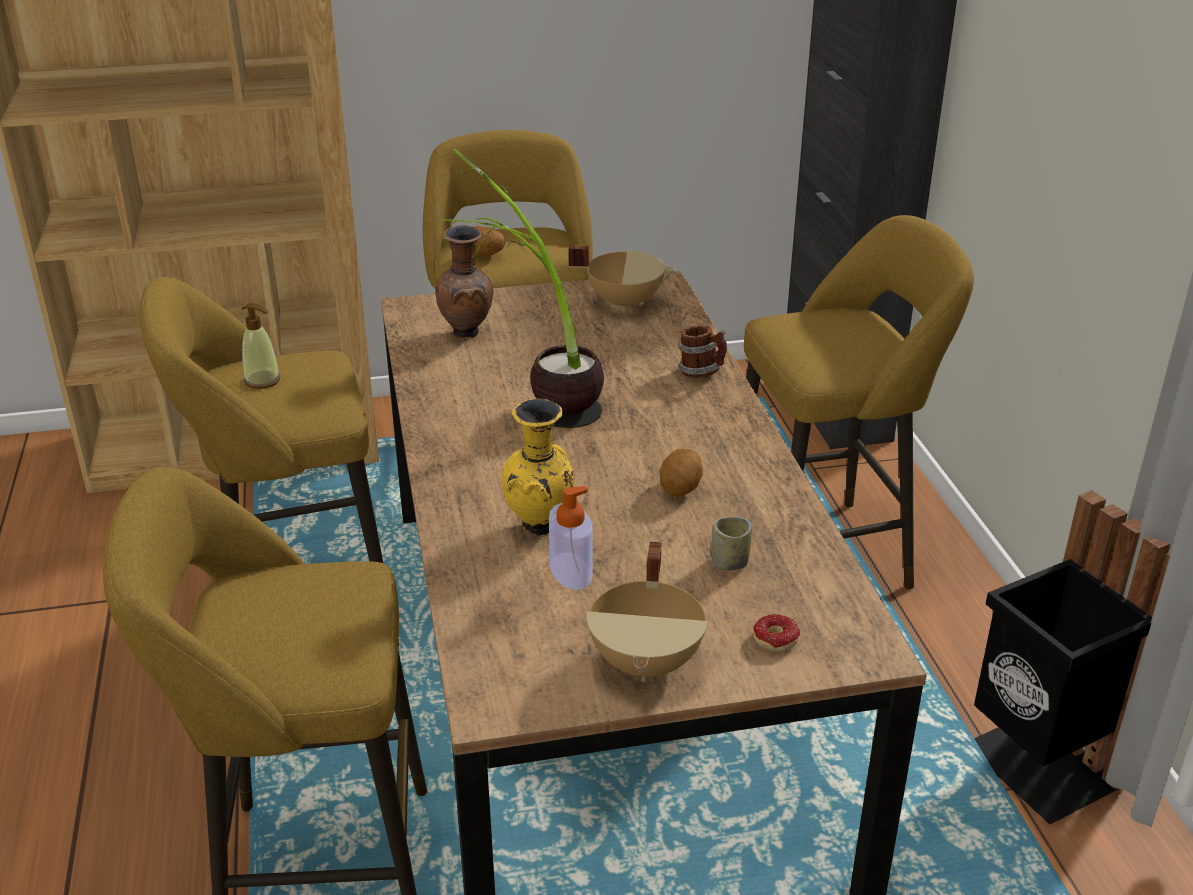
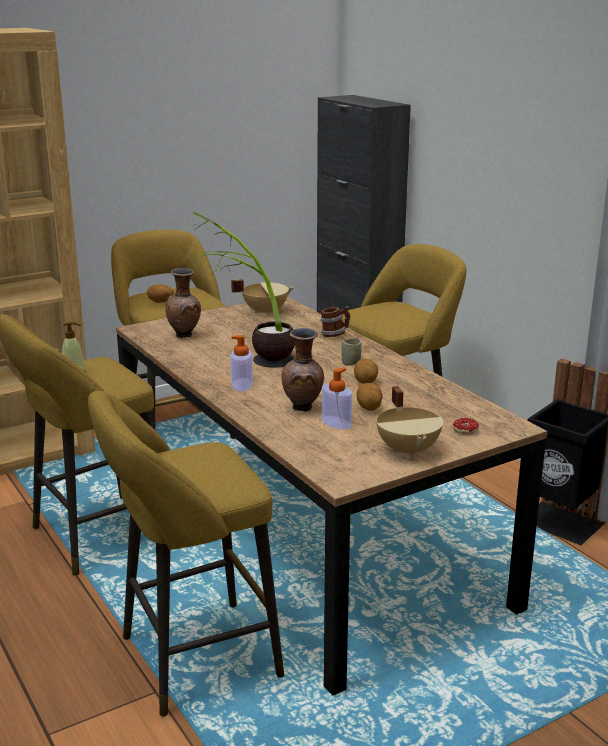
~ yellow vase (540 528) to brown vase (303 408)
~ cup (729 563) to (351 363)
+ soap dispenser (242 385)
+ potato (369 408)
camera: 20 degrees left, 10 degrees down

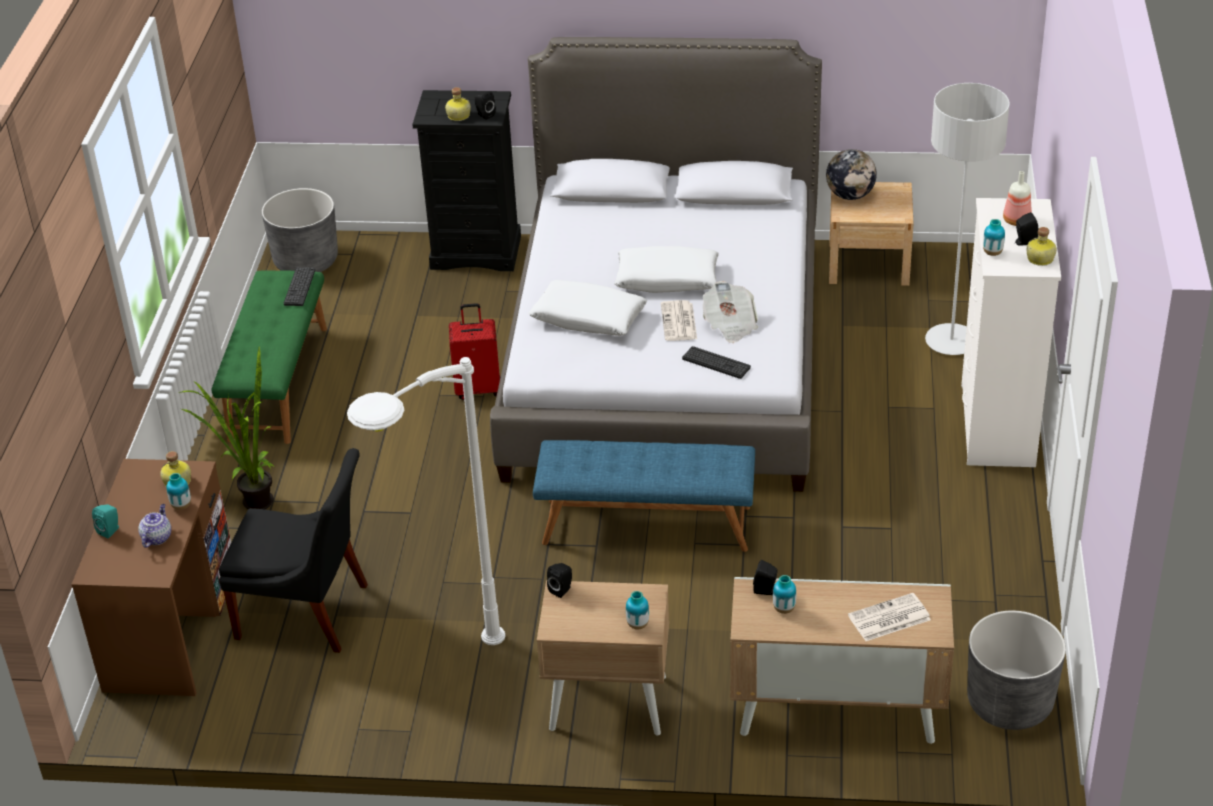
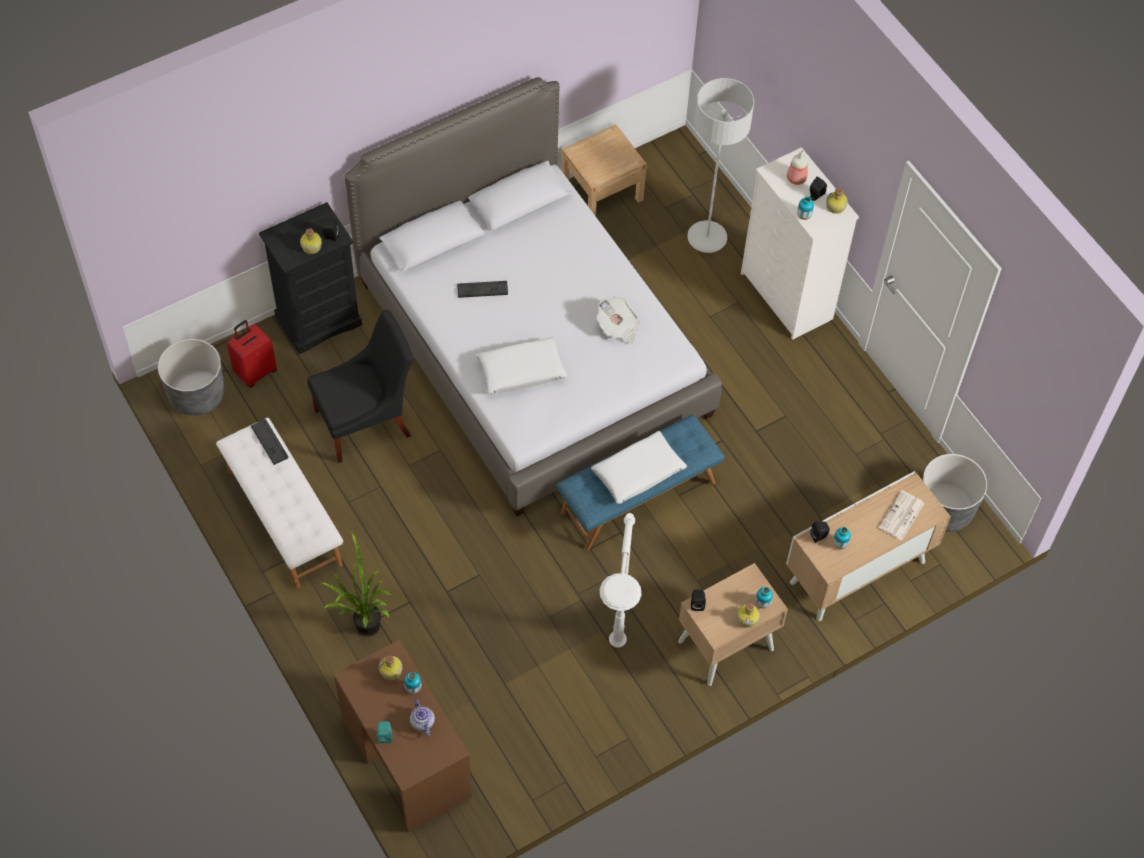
~ green bench (277 382) to white bench (283 517)
~ black chair (308 613) to (367 421)
~ red suitcase (478 389) to (255 372)
~ white pillow (667 279) to (638 472)
- newspaper (679 322)
~ keyboard (716 363) to (482 289)
- globe (850 195)
+ bottle (747 618)
camera: 40 degrees left, 20 degrees up

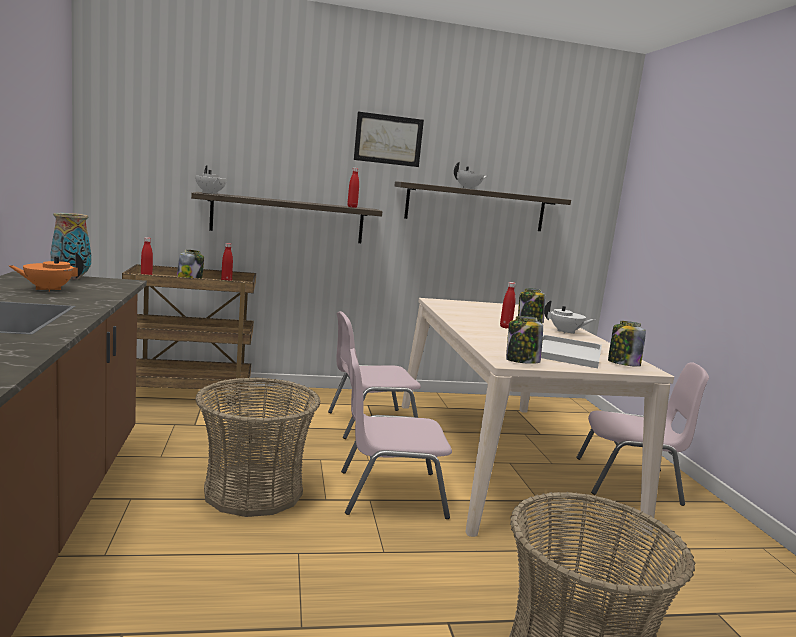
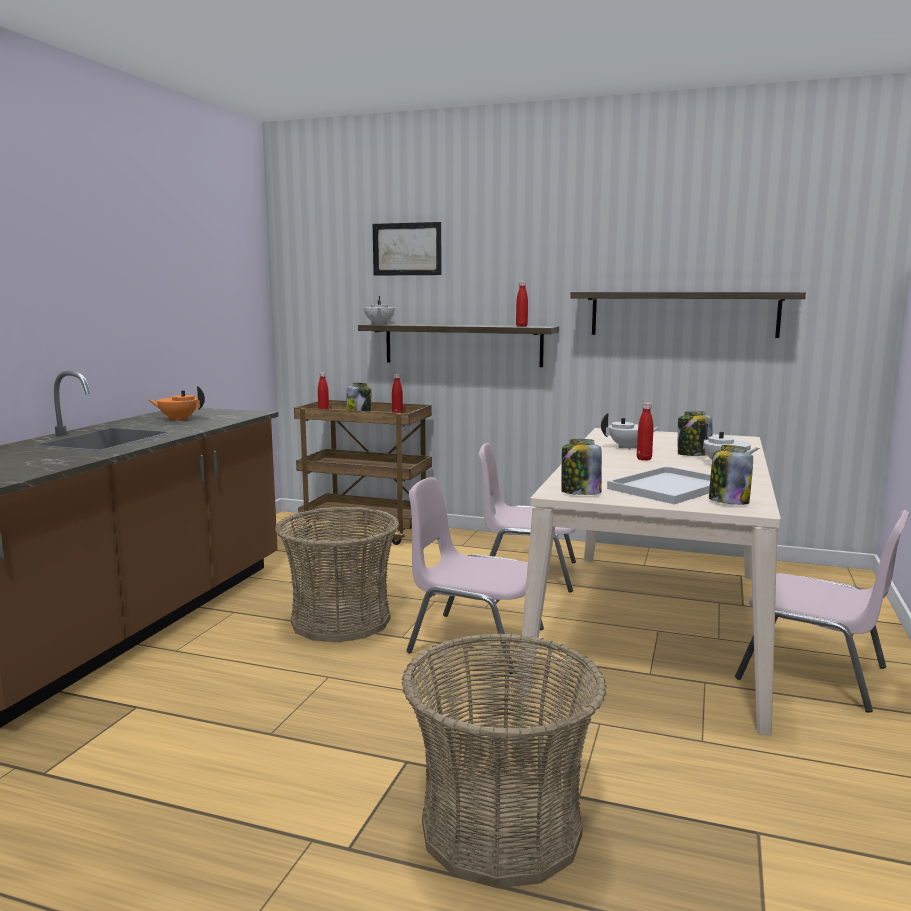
- vase (71 278)
~ picture (388 139) to (407 249)
~ white teapot (468 188) to (628 447)
camera: 30 degrees right, 0 degrees up

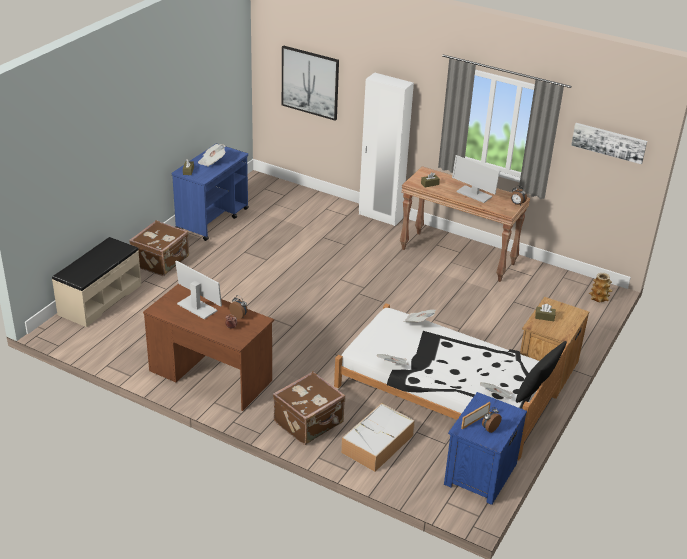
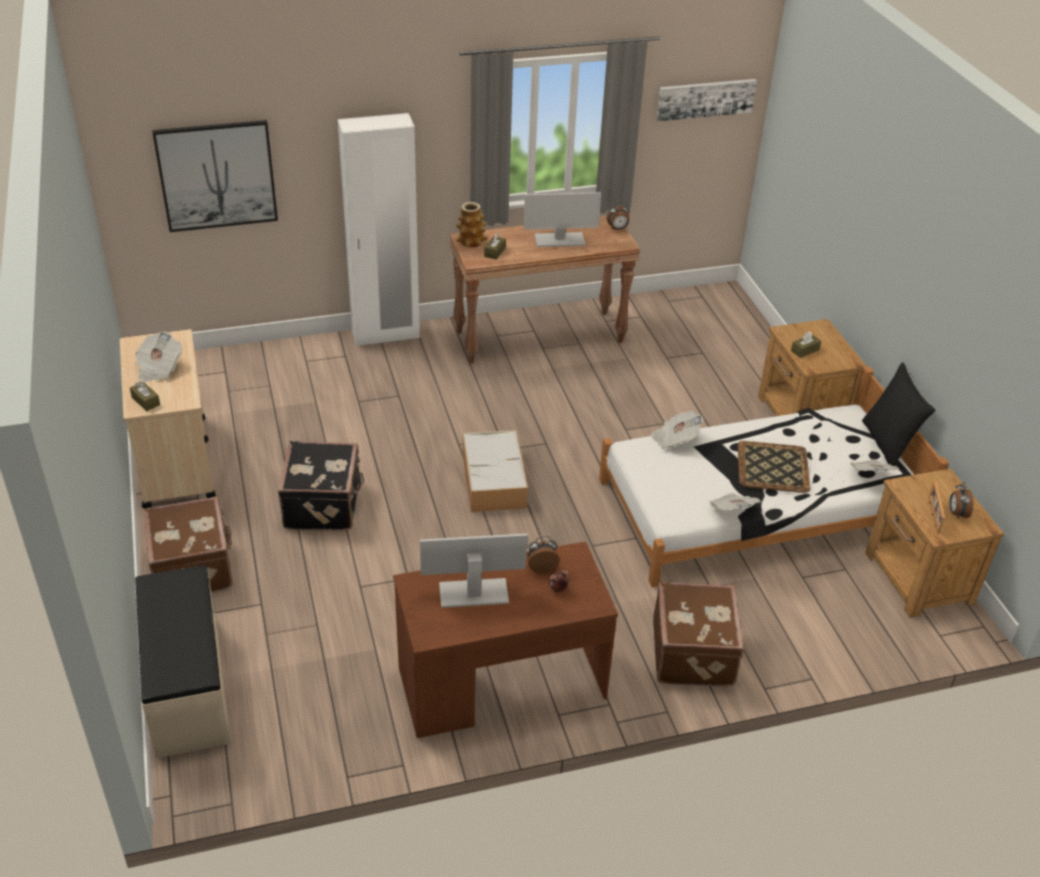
~ blue cart (212 219) to beige cart (175 461)
~ storage box (377 444) to (494 481)
~ blue nightstand (479 474) to brown nightstand (918 579)
~ vase (599 298) to (471 241)
+ black suitcase (324 505)
+ tray (773 468)
camera: 45 degrees left, 5 degrees up

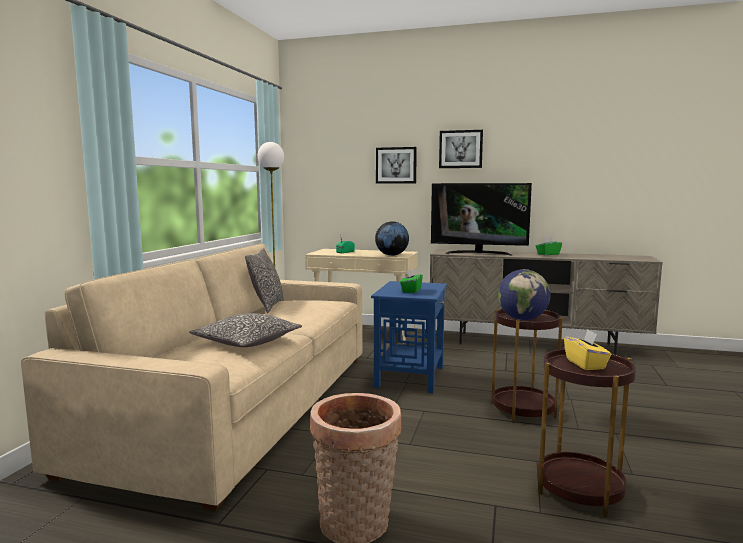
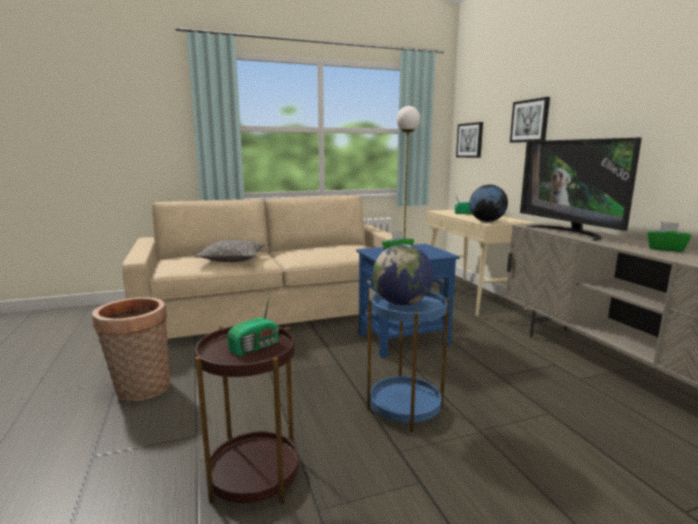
- pillow (267 306)
~ picture (460 149) to (470 140)
~ brown side table (523 410) to blue side table (405 408)
~ yellow tissue box (585 364) to radio (256 347)
camera: 55 degrees right, 5 degrees up

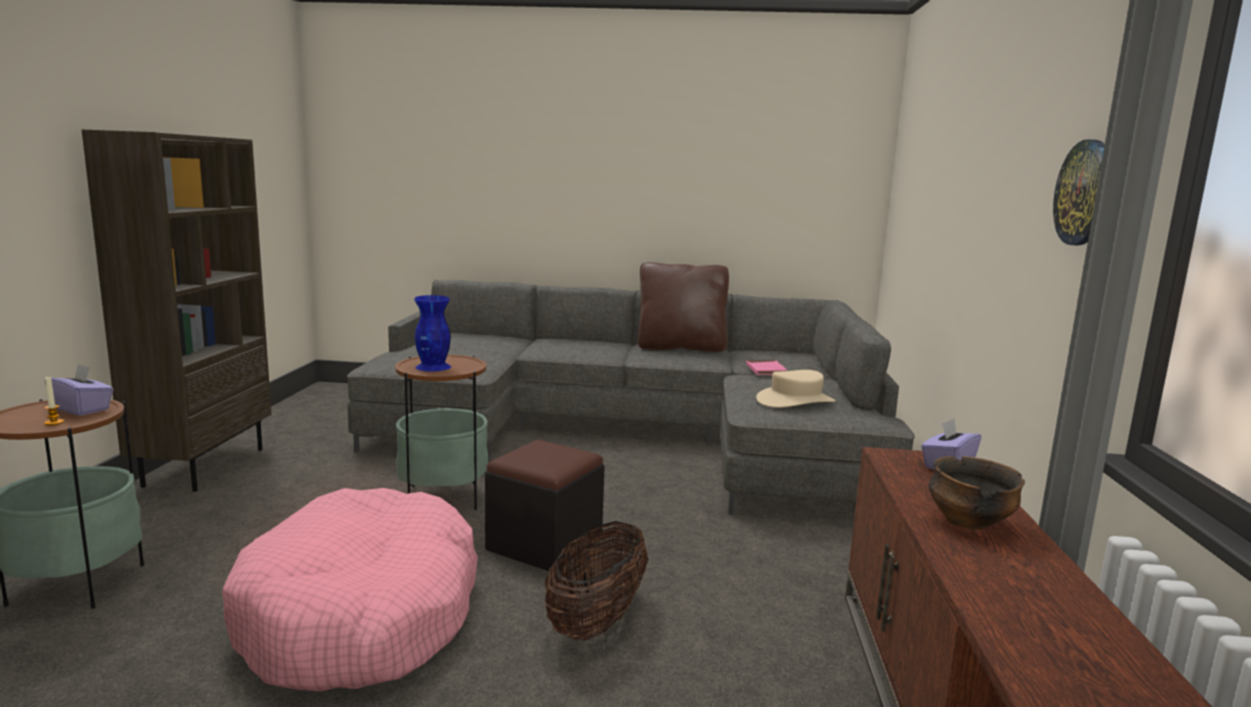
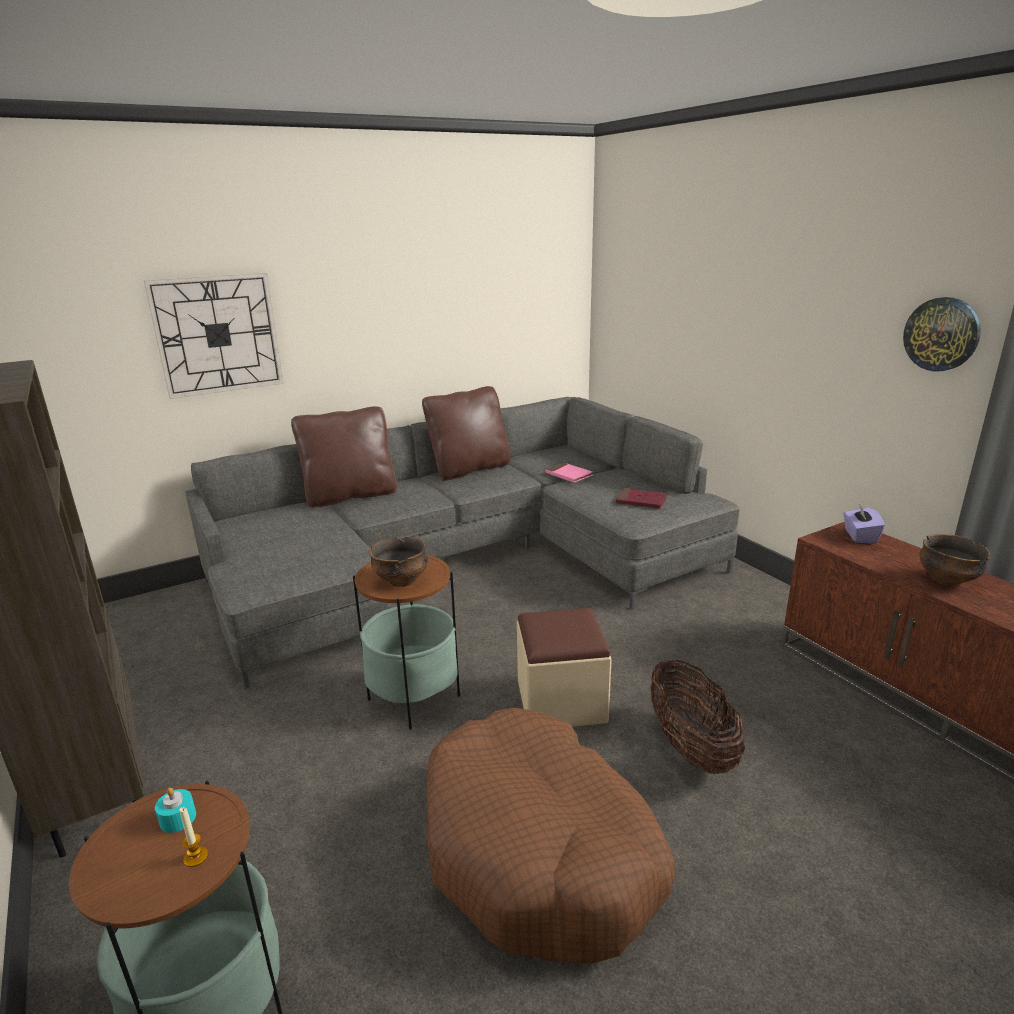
~ purple tissue box (82 409) to turquoise candle (178 818)
~ pink dog bed (361 615) to brown dog bed (540 850)
~ blue vase (433 367) to bowl (401 580)
~ black ottoman (544 544) to beige ottoman (561 701)
~ beige hat (795 401) to red book (641 501)
+ wall clock (217 335)
+ brown pillow (350 496)
camera: 35 degrees left, 10 degrees up

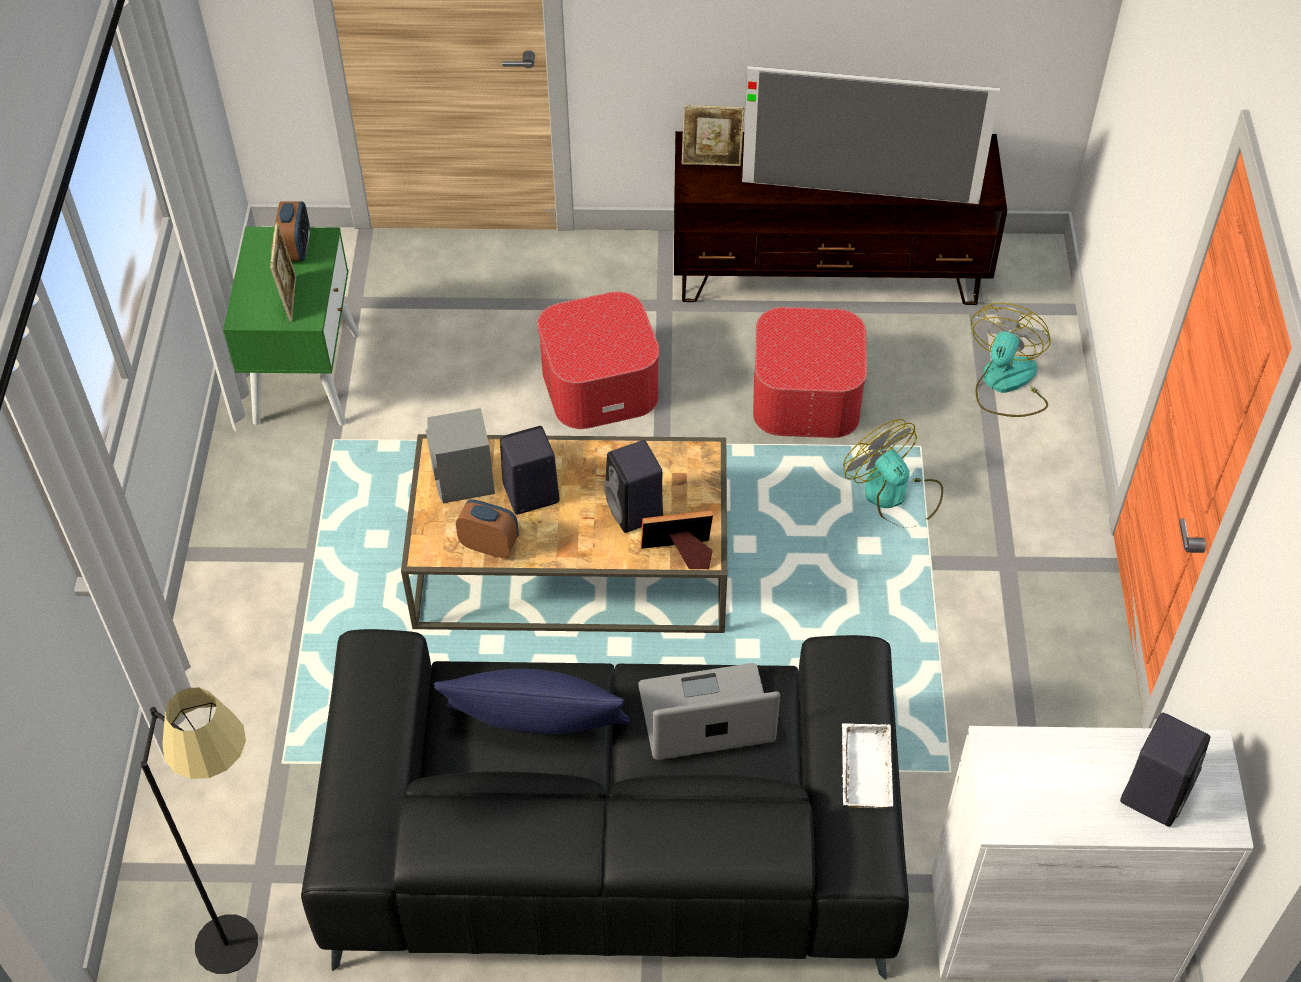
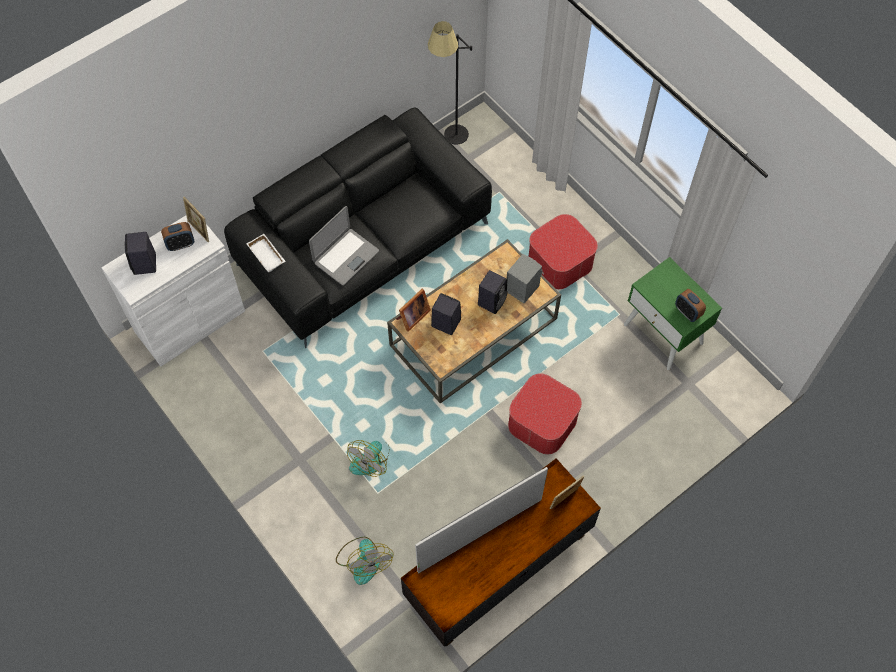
~ picture frame (289 298) to (199 230)
- blue pillow (536 724)
~ alarm clock (489 545) to (181 244)
~ ottoman (806 395) to (560 262)
~ fan (894 496) = (370 458) 105 degrees clockwise
camera: 140 degrees right, 10 degrees up

